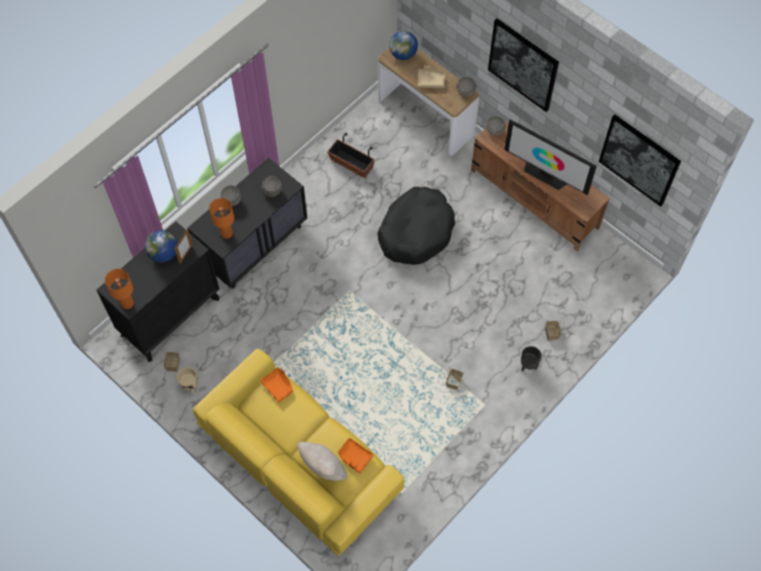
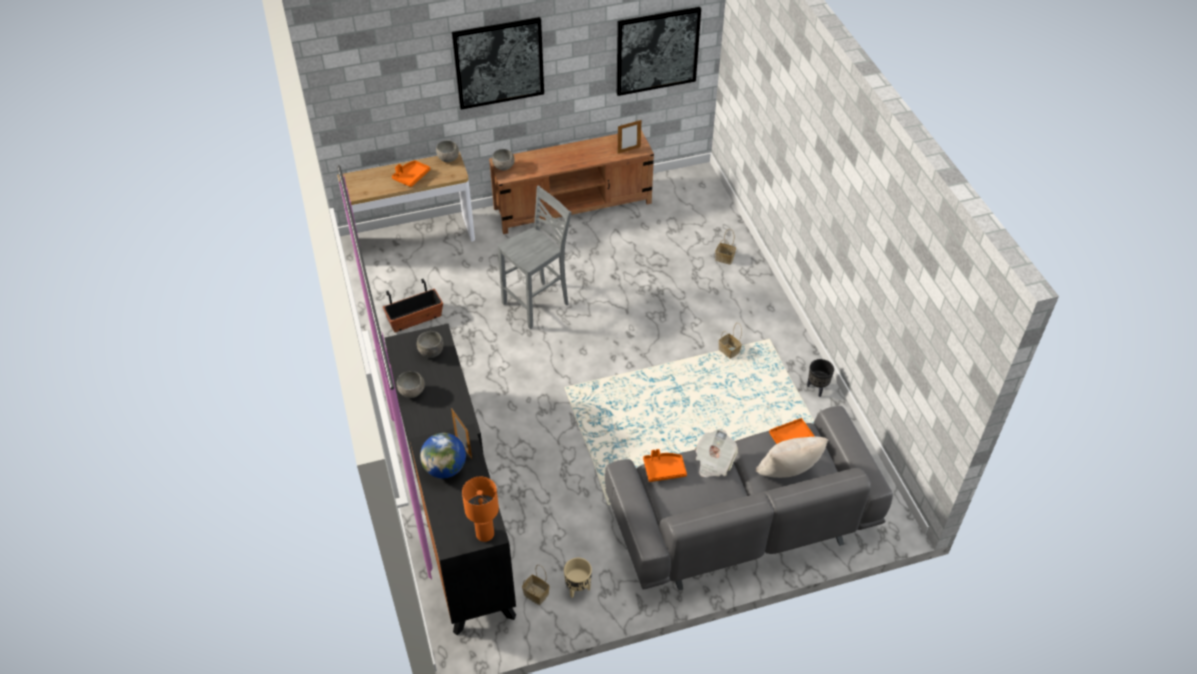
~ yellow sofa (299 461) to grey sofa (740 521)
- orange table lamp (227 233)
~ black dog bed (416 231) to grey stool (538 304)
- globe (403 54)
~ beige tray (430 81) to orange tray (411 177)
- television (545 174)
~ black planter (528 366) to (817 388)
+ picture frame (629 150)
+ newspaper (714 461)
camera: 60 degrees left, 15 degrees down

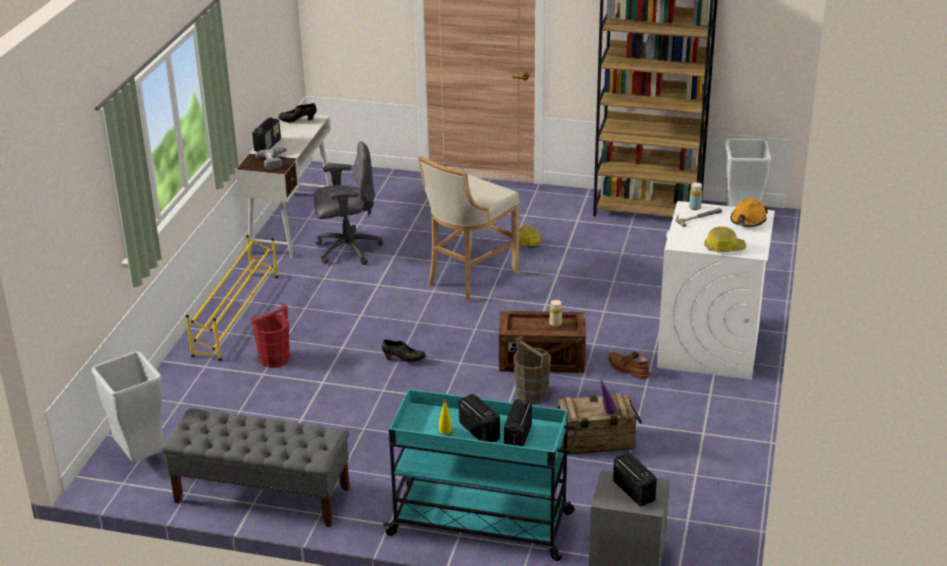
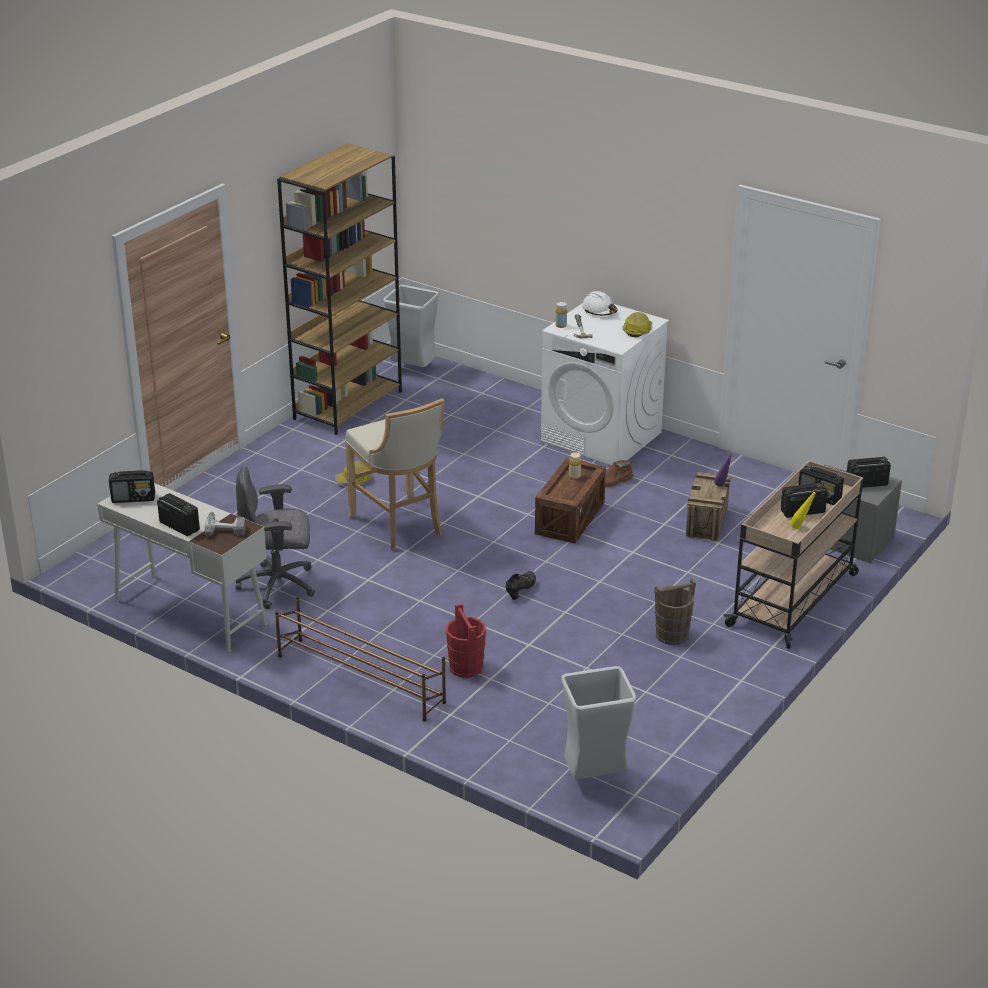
- grey bench (261 495)
~ yellow shoe rack (237 314) to brown shoe rack (360 678)
~ black shoe (298 121) to radio (134 498)
~ grey office chair (347 249) = (279 585) 105 degrees counterclockwise
~ turquoise cart (483 524) to beige cart (794 599)
~ brown bucket (531 394) to (671 635)
~ orange hard hat (748 220) to white hard hat (599 310)
camera: 70 degrees left, 0 degrees up

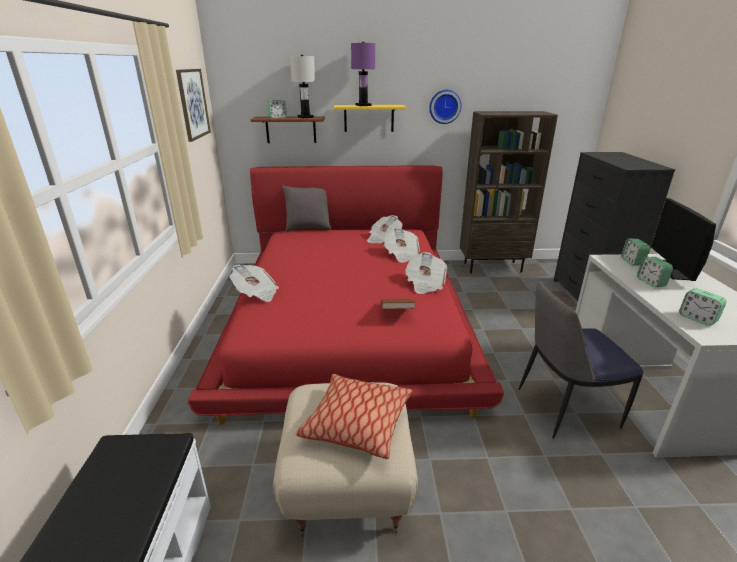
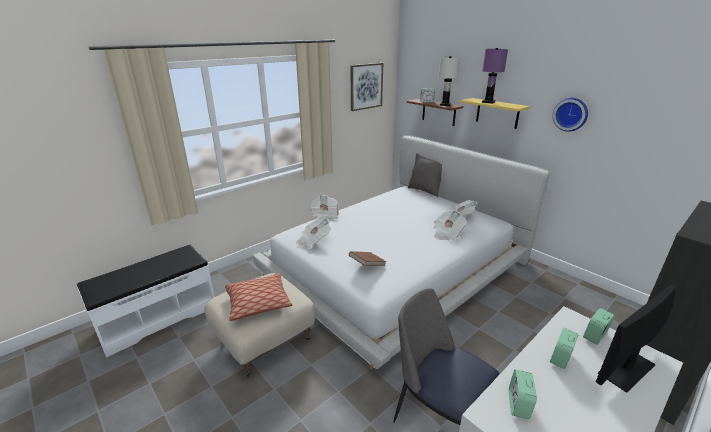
~ red bed (349 321) to white bed (396 267)
~ newspaper (425 284) to (313 241)
- brown bookcase (492 267)
camera: 50 degrees right, 0 degrees up

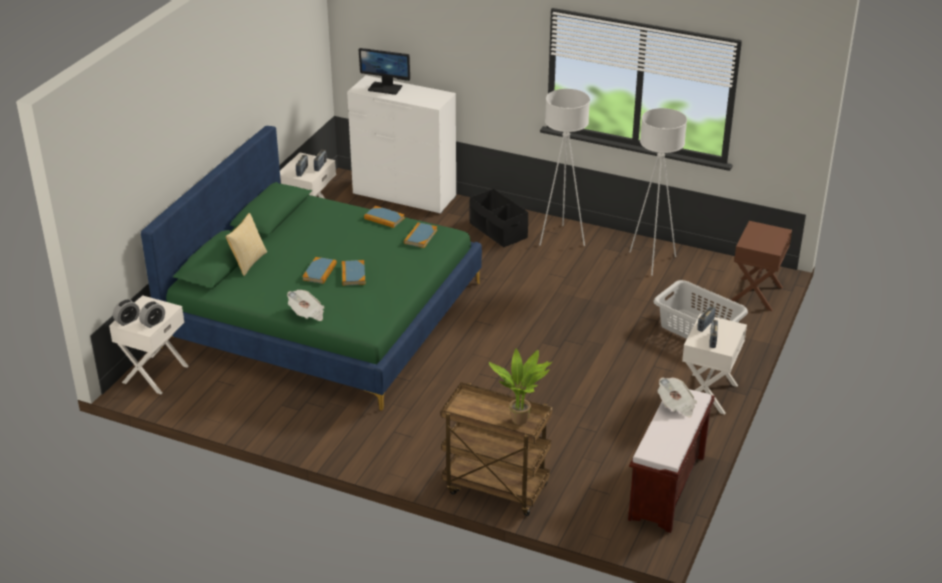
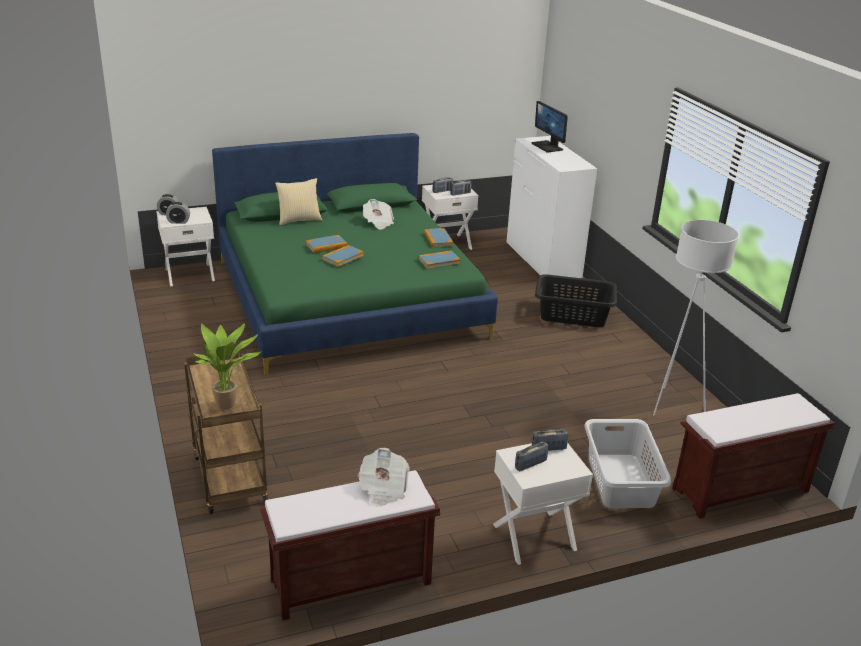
~ newspaper (307 314) to (378 222)
~ black storage box (498 231) to black laundry basket (573 315)
- white floor lamp (562 238)
~ brown nightstand (757 294) to brown bench (739 490)
camera: 45 degrees right, 5 degrees down

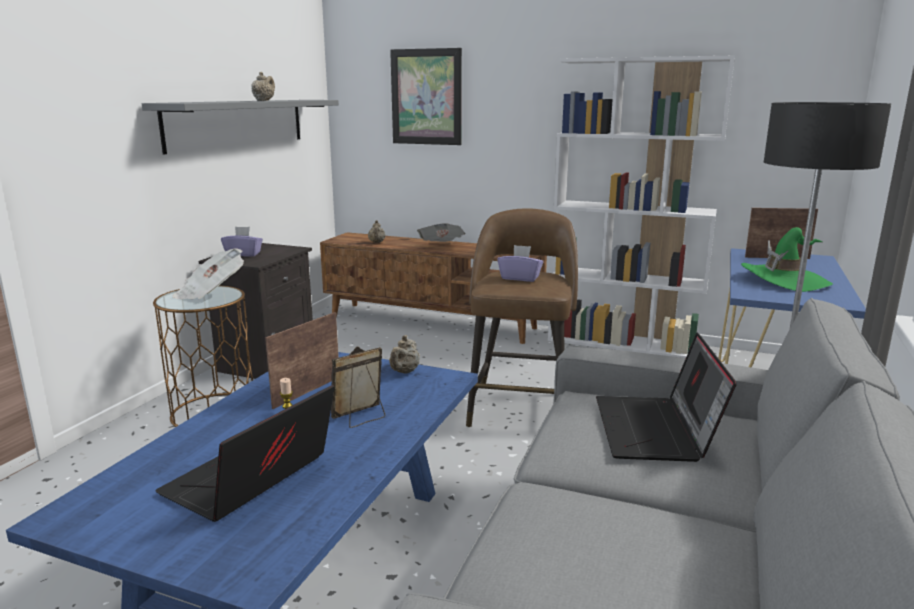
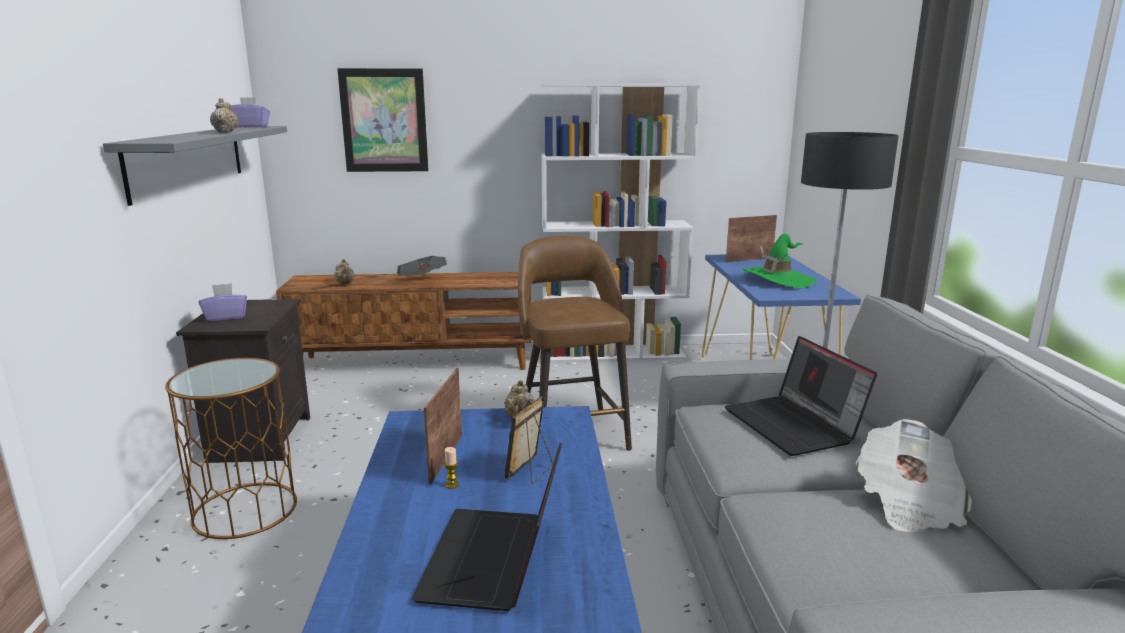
~ newspaper (210 293) to (909 503)
~ purple tissue box (520 278) to (250 127)
camera: 25 degrees left, 0 degrees up

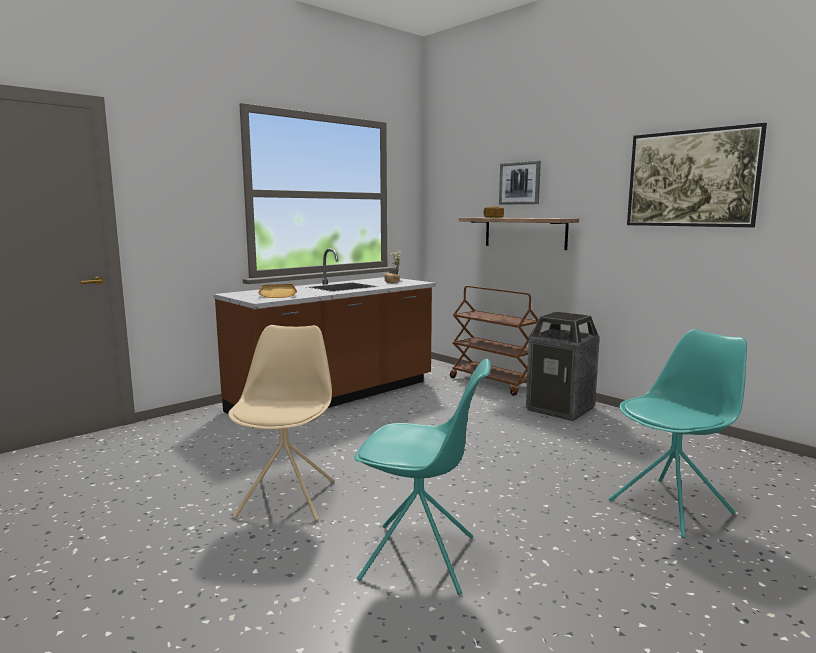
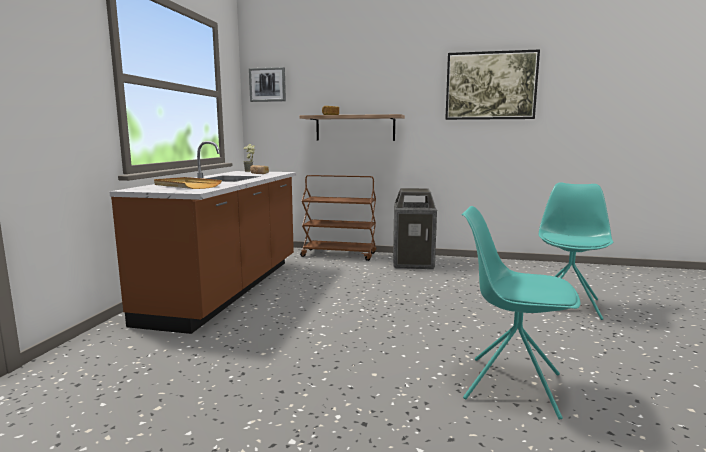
- beige chair (287 498)
~ turquoise chair (421 558) = (510 385) 135 degrees counterclockwise
~ picture (520 183) to (267 84)
camera: 35 degrees left, 0 degrees up

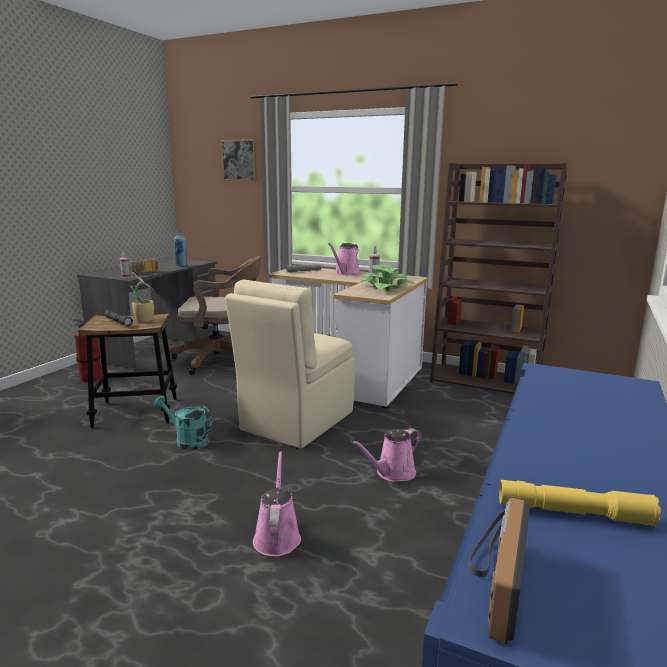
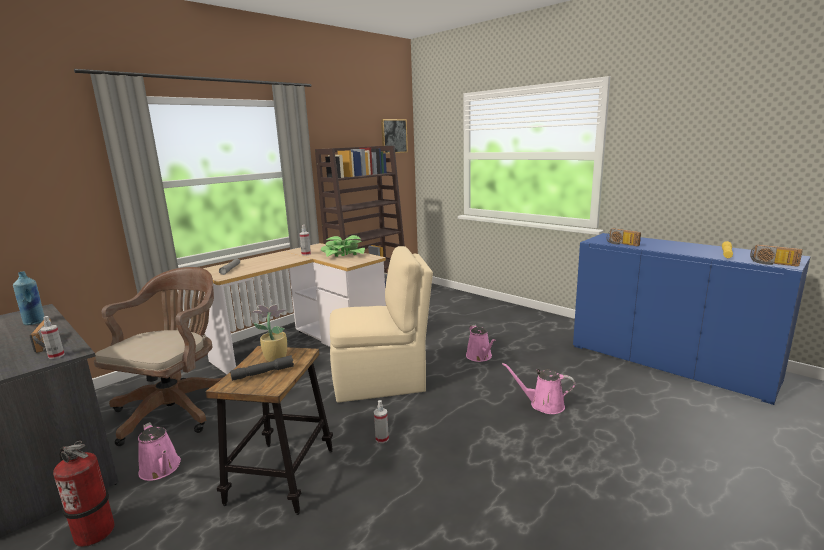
~ turquoise watering can (187 441) to spray bottle (382 439)
~ picture (239 160) to (394 136)
~ beige chair (295 422) = (381 380) 60 degrees counterclockwise
~ pink watering can (346 273) to (161 469)
+ radio (621 244)
camera: 70 degrees left, 0 degrees up

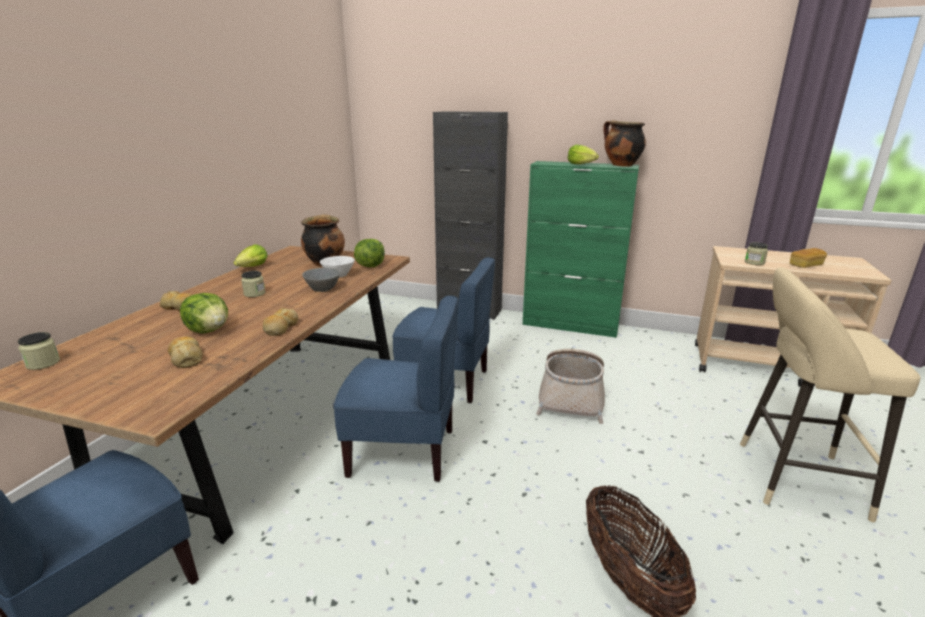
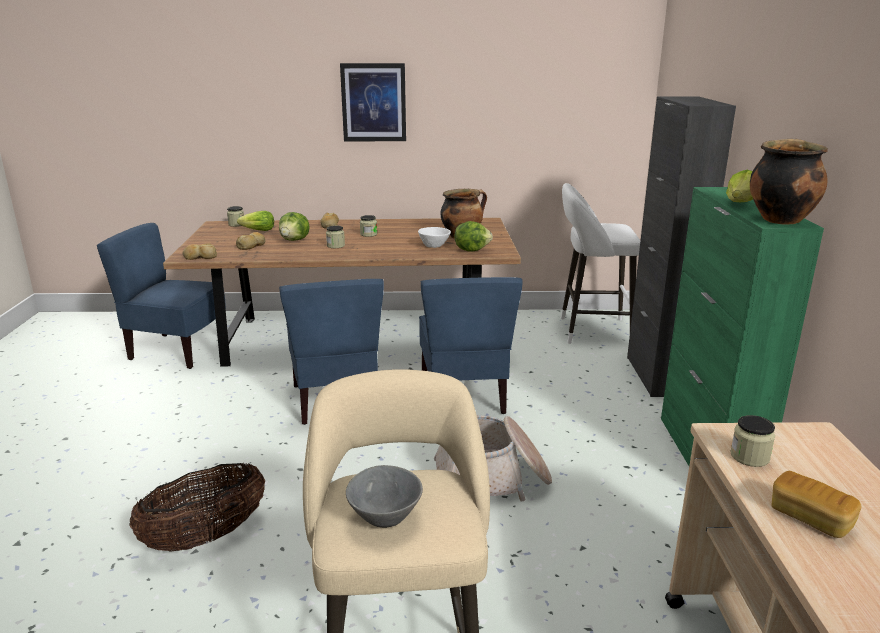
~ lettuce (253 267) to (258 231)
~ bread (280 328) to (200 257)
~ grey bowl (323 289) to (383 518)
+ jar (335 246)
+ picture (373 102)
+ white stool (590 331)
camera: 70 degrees right, 0 degrees up

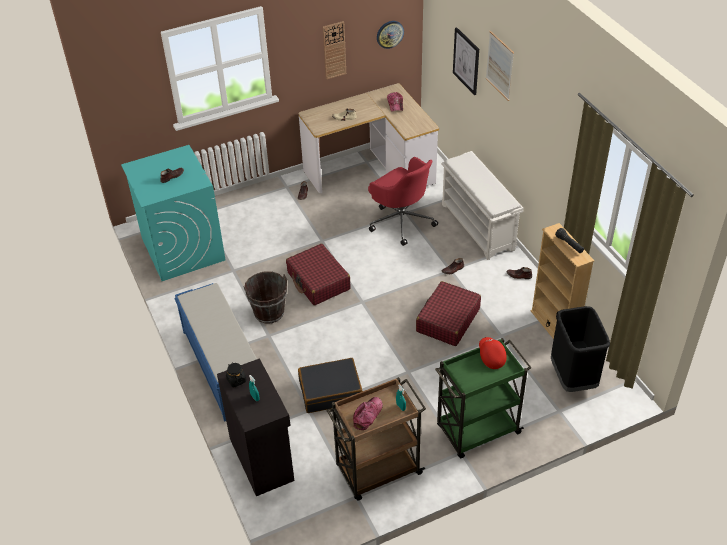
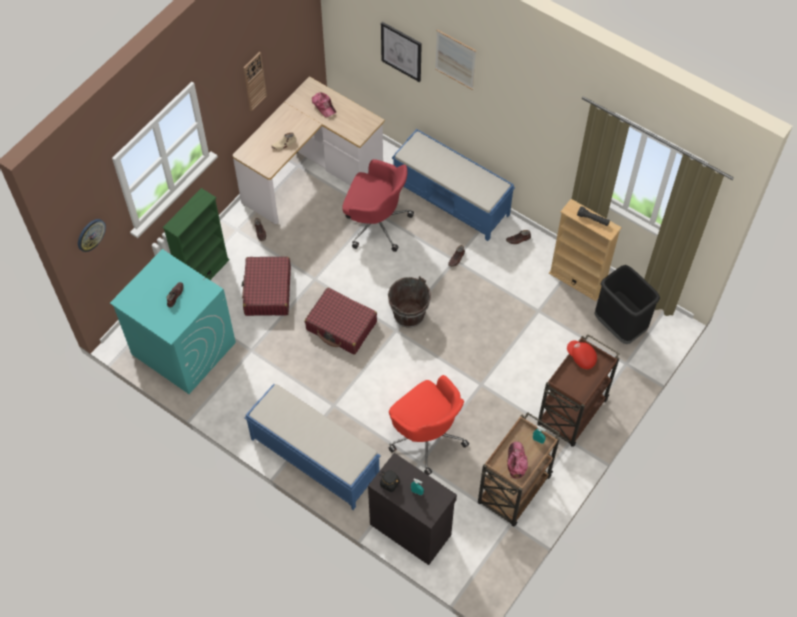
~ brown bucket (269 313) to (409 315)
~ black suitcase (330 391) to red office chair (426 435)
~ wall clock (389 34) to (90 234)
~ red suitcase (447 320) to (267 291)
~ green cart (477 430) to brown cart (571 414)
~ white shoe rack (478 227) to blue bench (452 200)
+ green bookcase (204 274)
camera: 30 degrees left, 15 degrees up

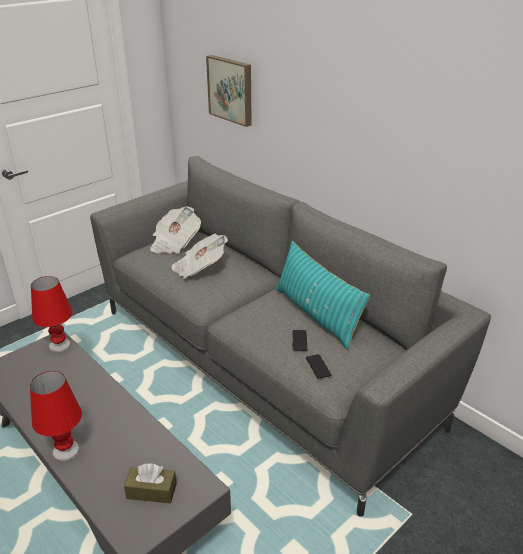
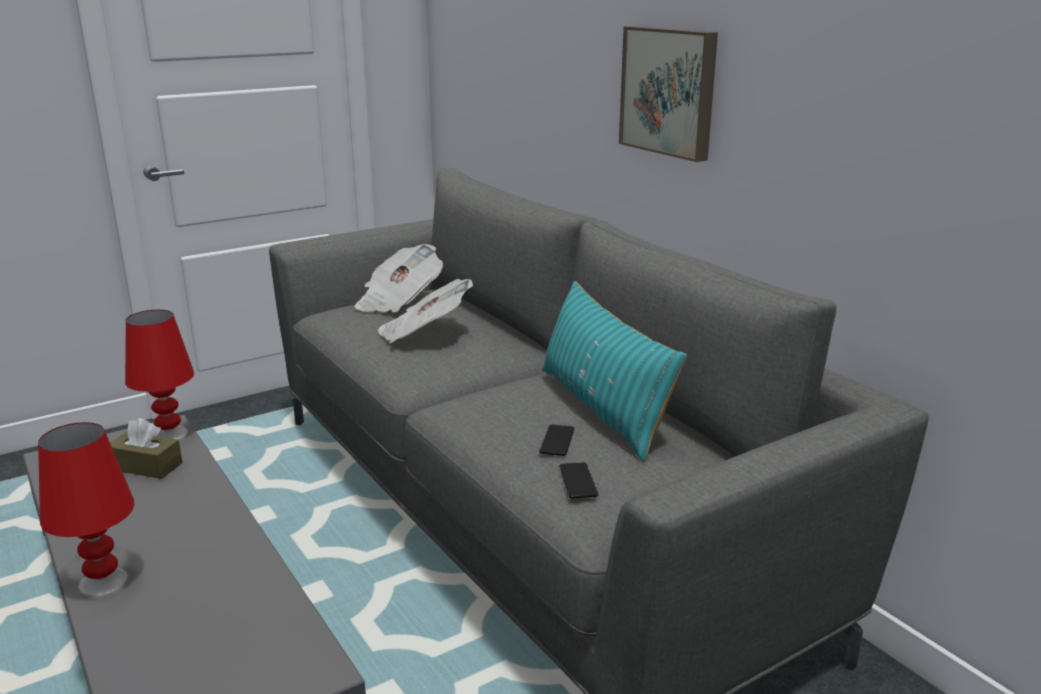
~ brown tissue box (151 491) to (146 466)
~ picture (231 89) to (670 91)
camera: 10 degrees right, 10 degrees down

